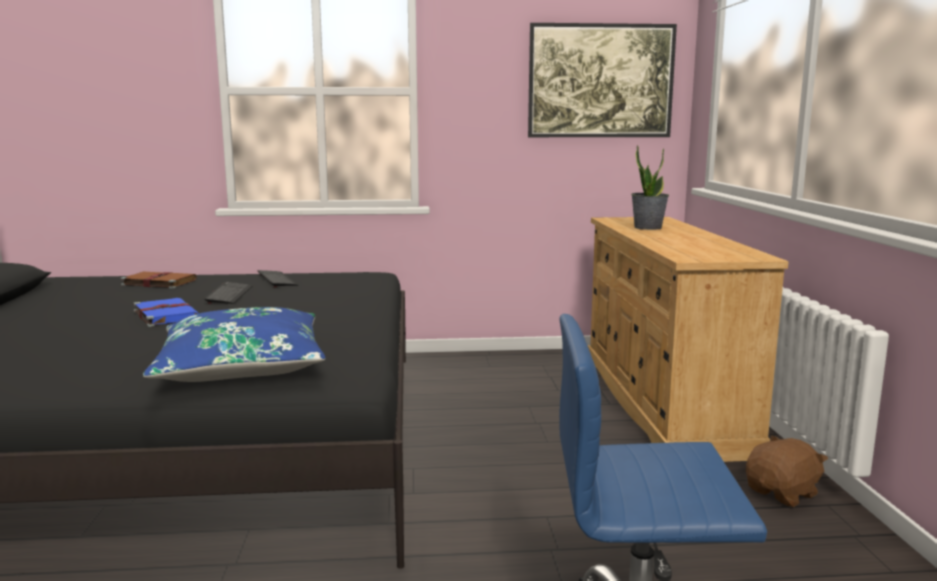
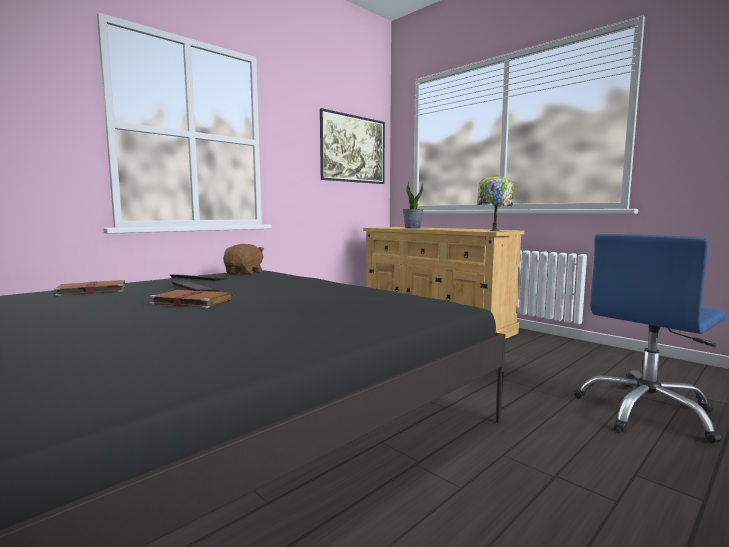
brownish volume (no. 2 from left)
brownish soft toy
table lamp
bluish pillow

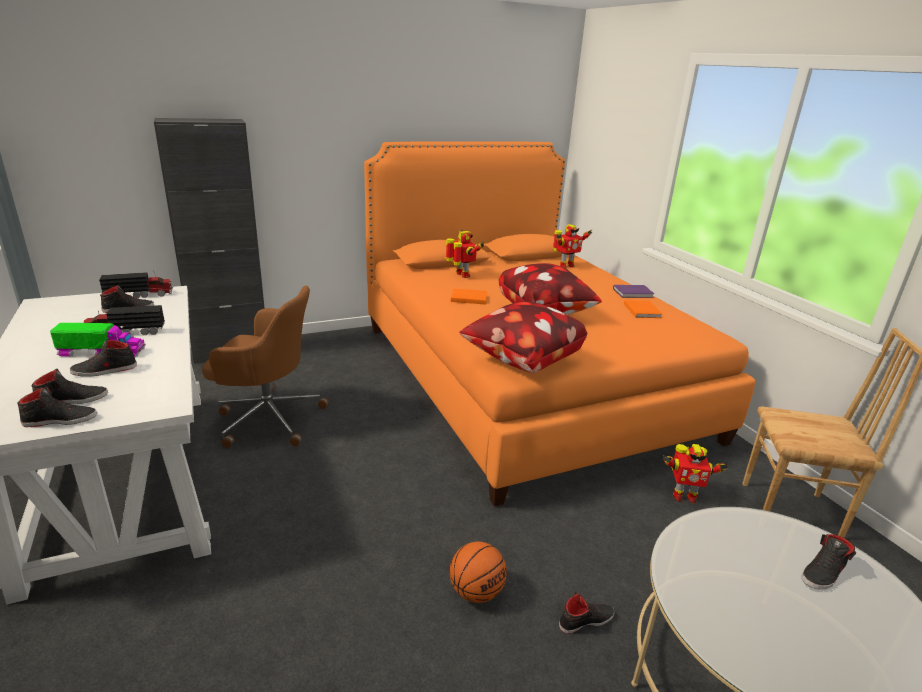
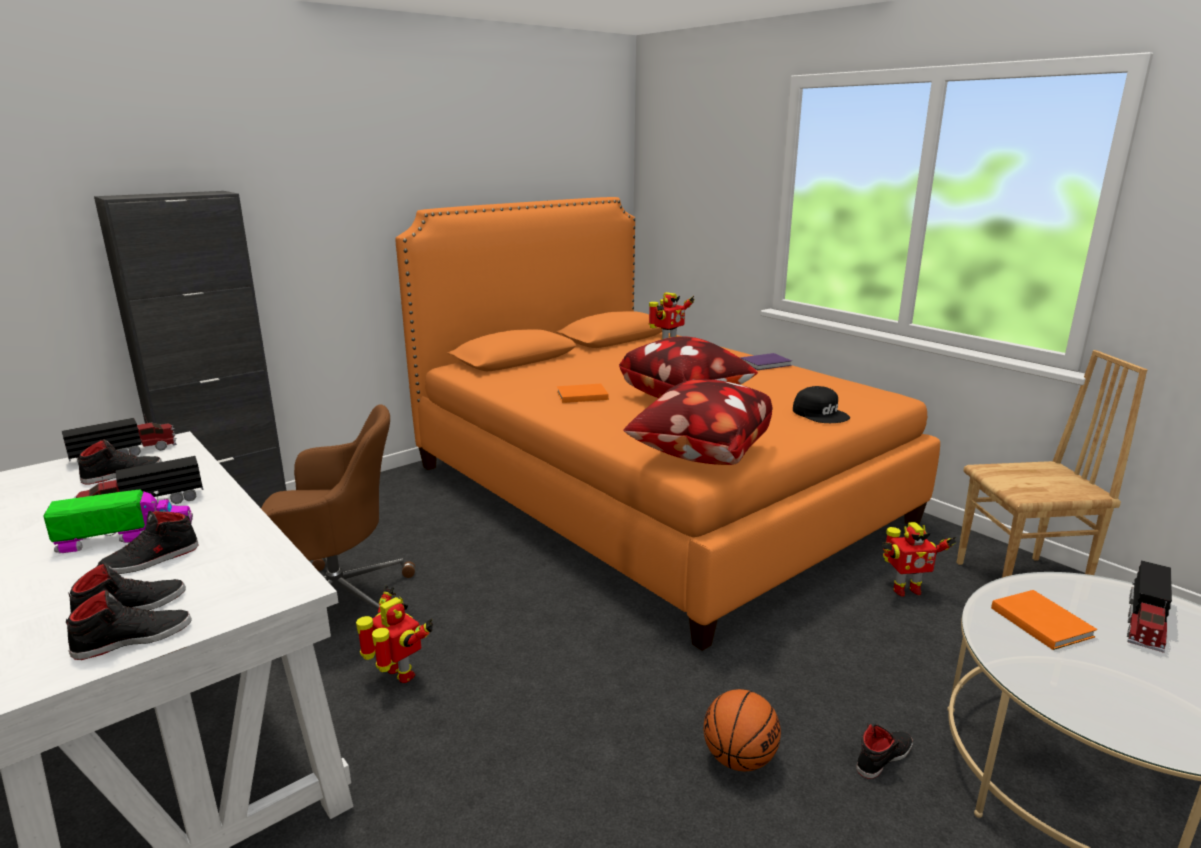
model robot (no. 1 from left)
black-coloured peaked cap
orangey volume (no. 2 from left)
model truck (no. 4 from left)

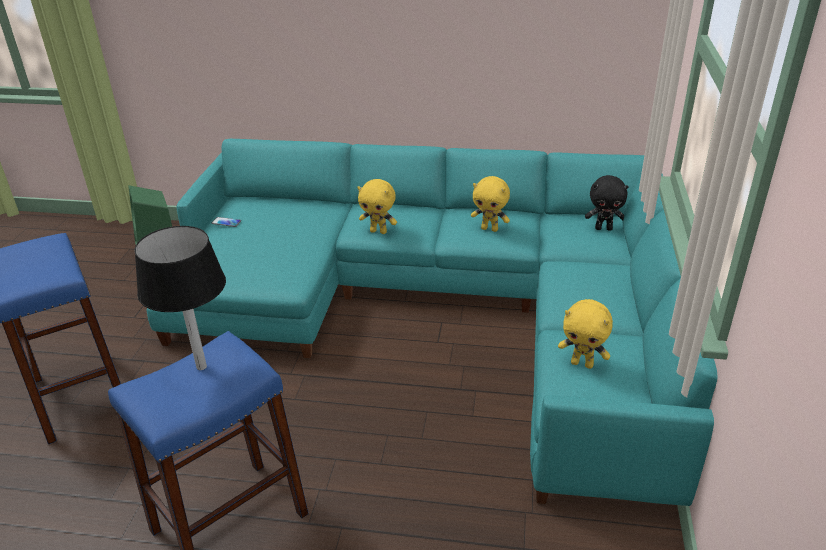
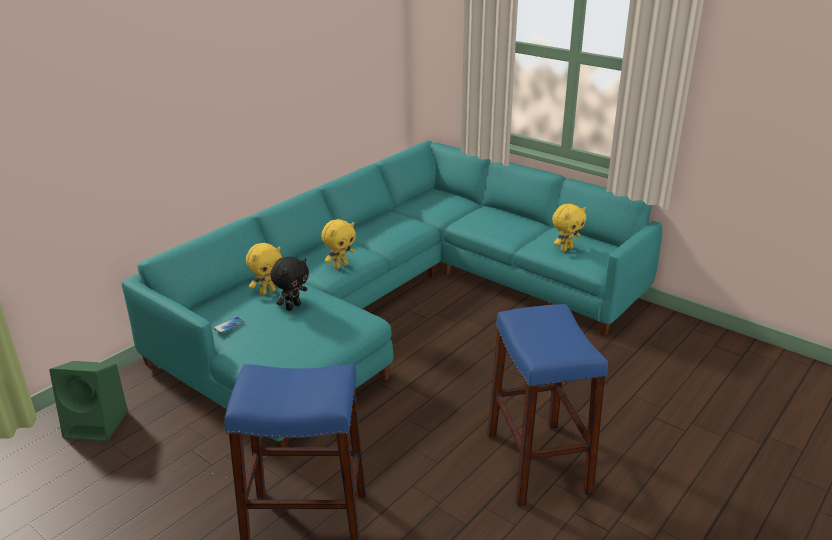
yellowish soft toy (no. 1 from left)
black-coloured soft toy
black-coloured table lamp

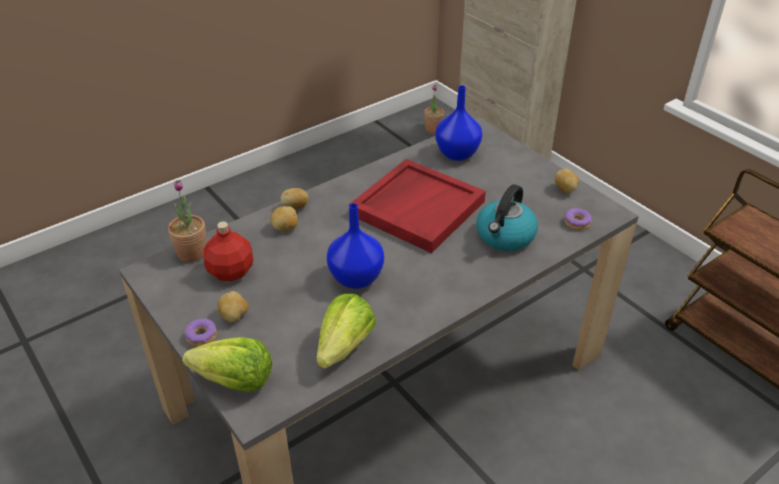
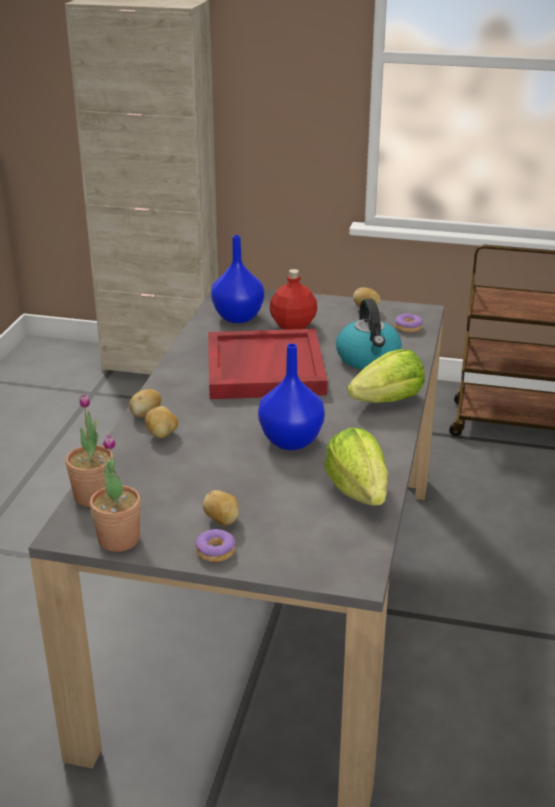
plant in a pot (no. 2 from left)
red beverage bottle
lettuce (no. 2 from left)

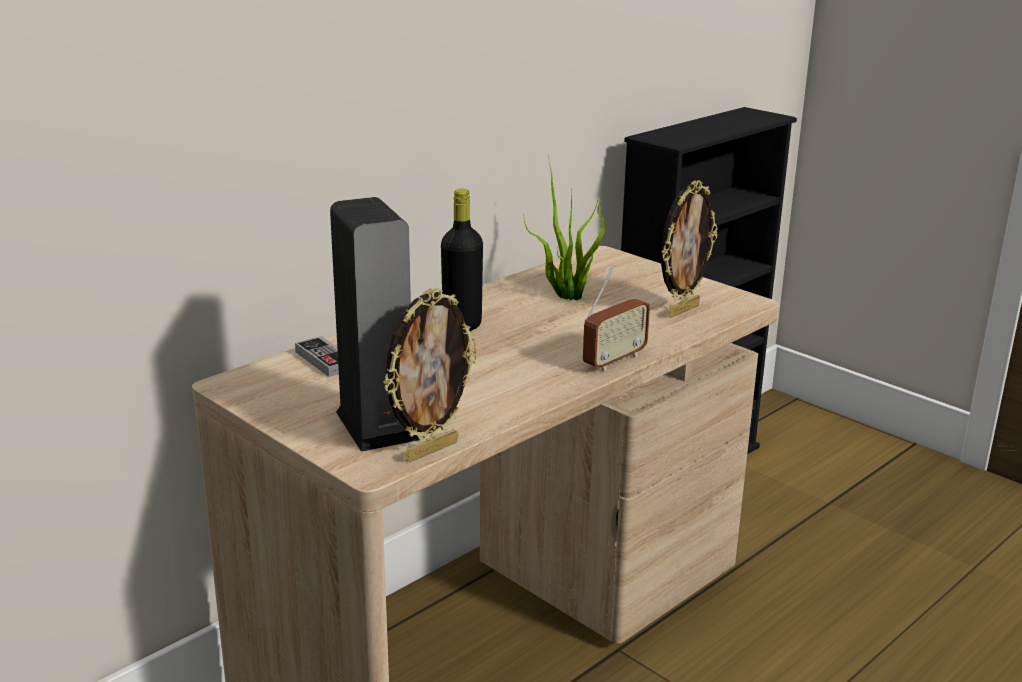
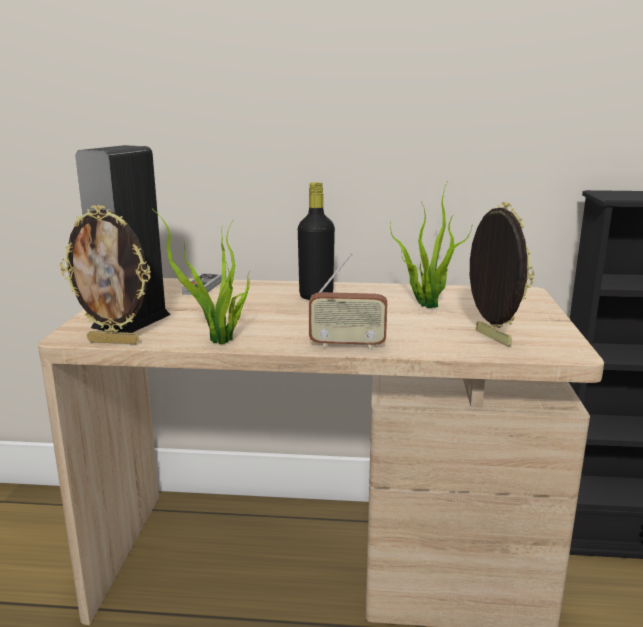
plant in a pot (no. 1 from left)
photo frame (no. 2 from left)

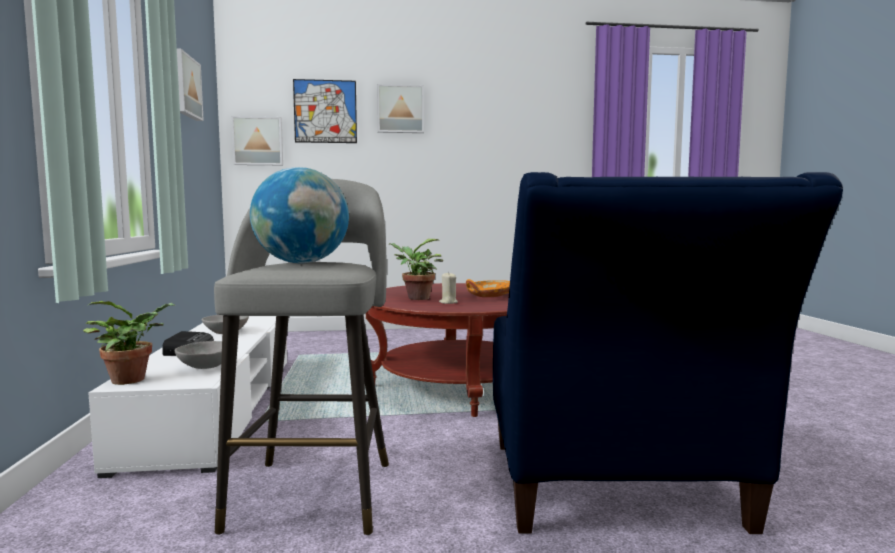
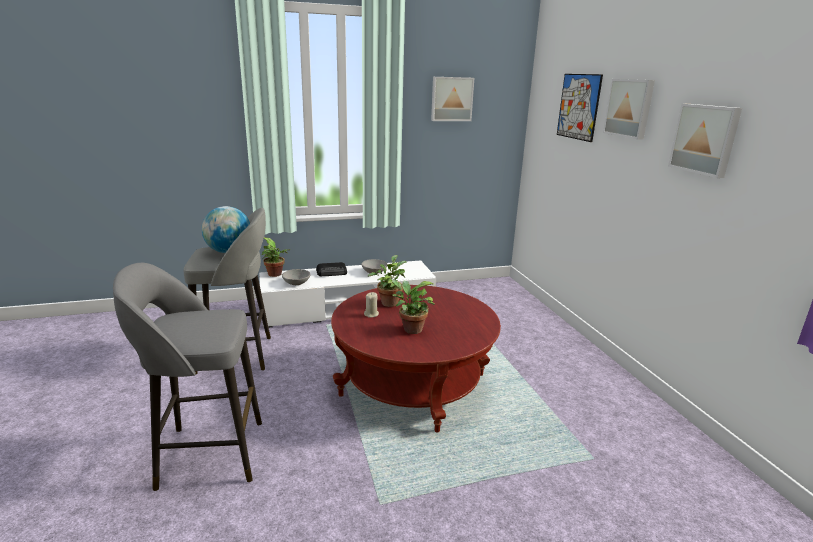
gray sitting stool (no. 1 from left)
plant in a pot (no. 3 from left)
wall art (no. 4 from left)

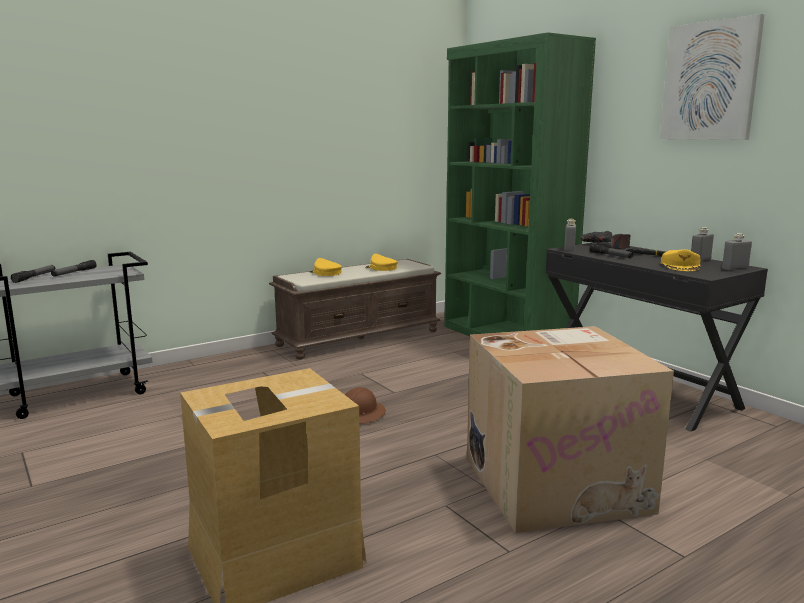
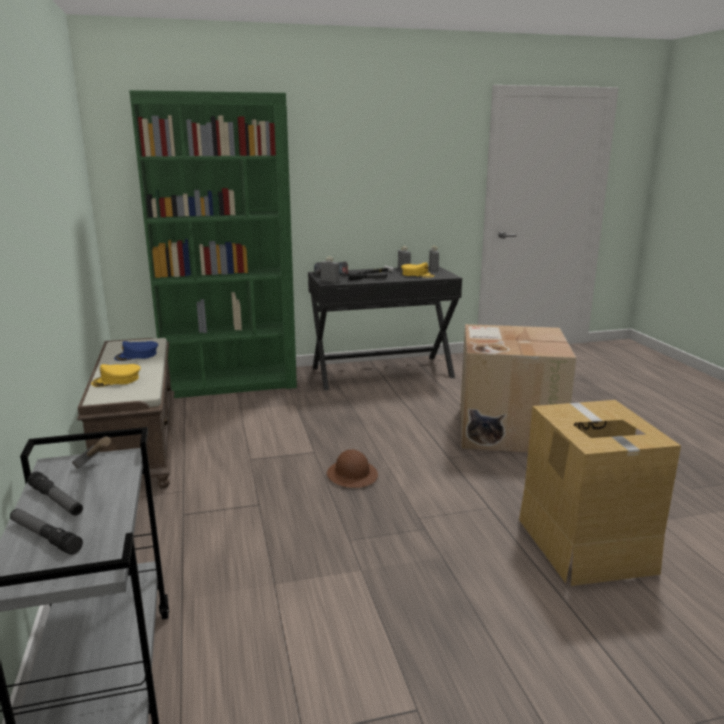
hand hammer (no. 1 from left)
bluish peaked cap
wall art

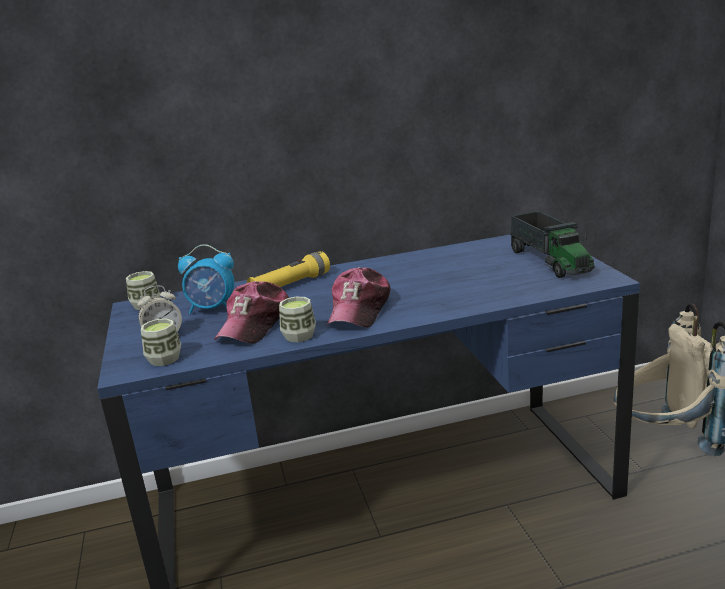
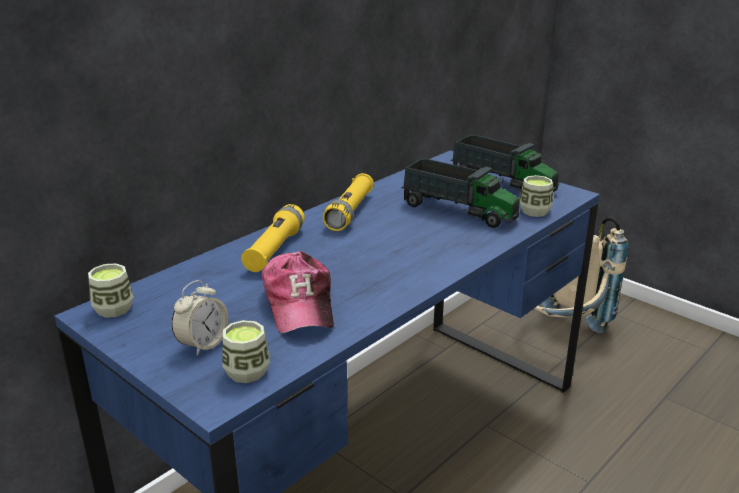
yellowish hand torch (no. 2 from left)
model truck (no. 1 from left)
drinking cup (no. 3 from left)
bedside clock (no. 2 from left in the first image)
peaked cap (no. 2 from left in the first image)

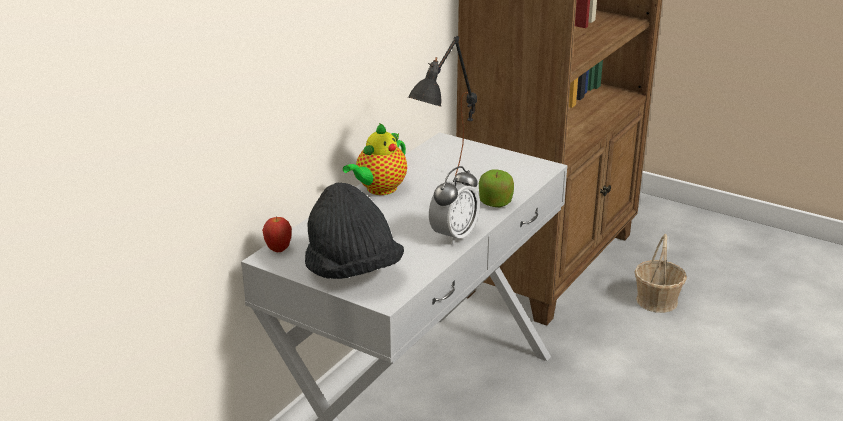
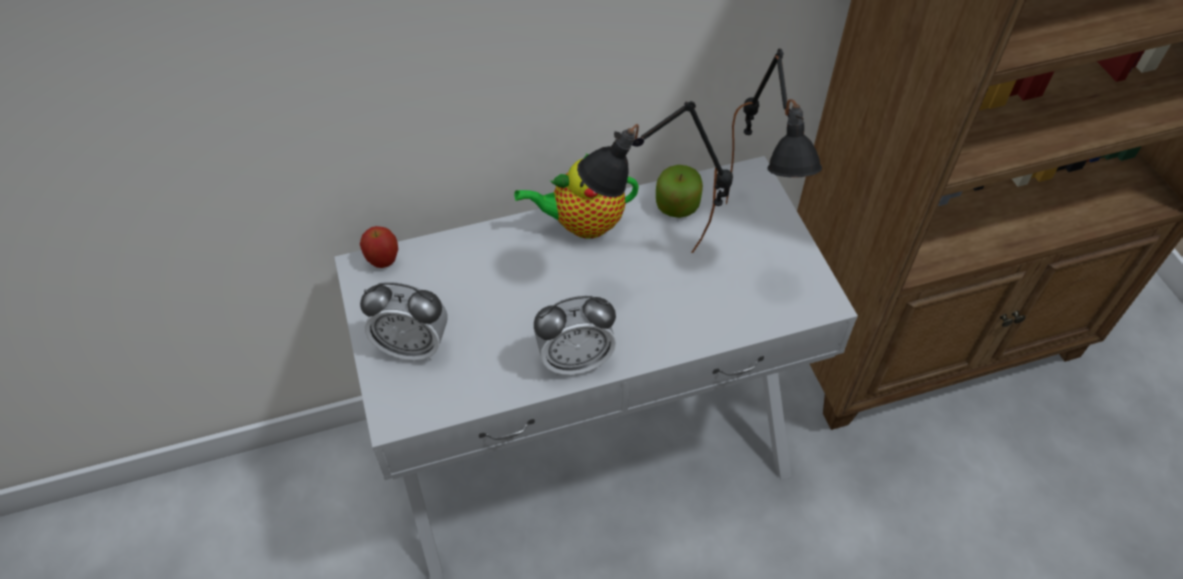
bedside clock (no. 1 from left)
apple (no. 2 from left)
black-coloured table lamp (no. 2 from left)
storage basket

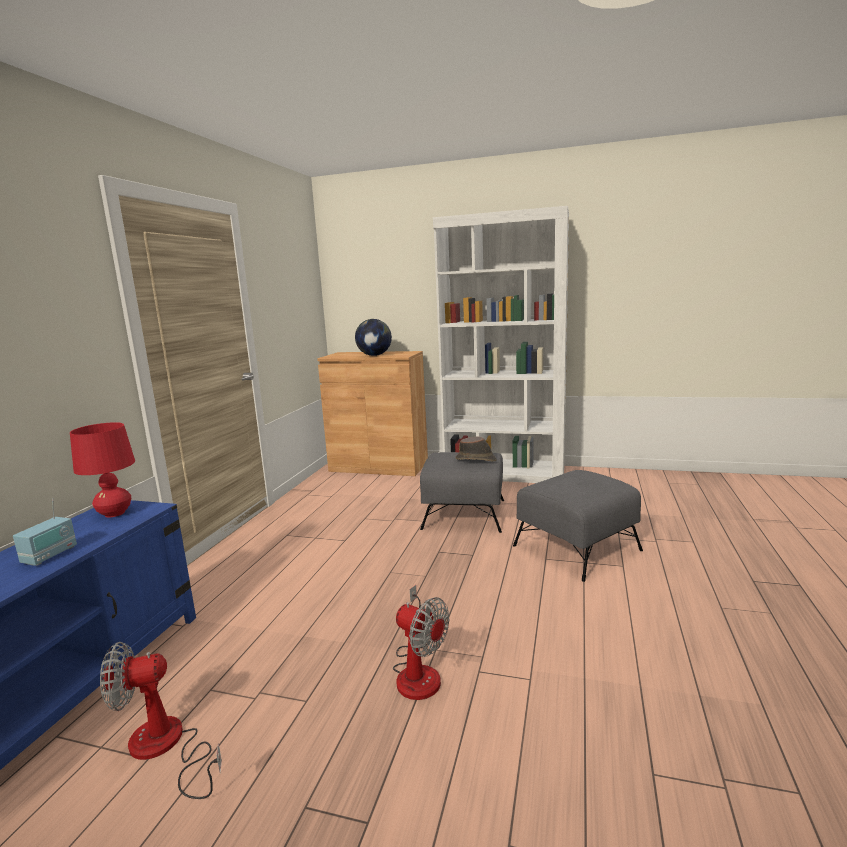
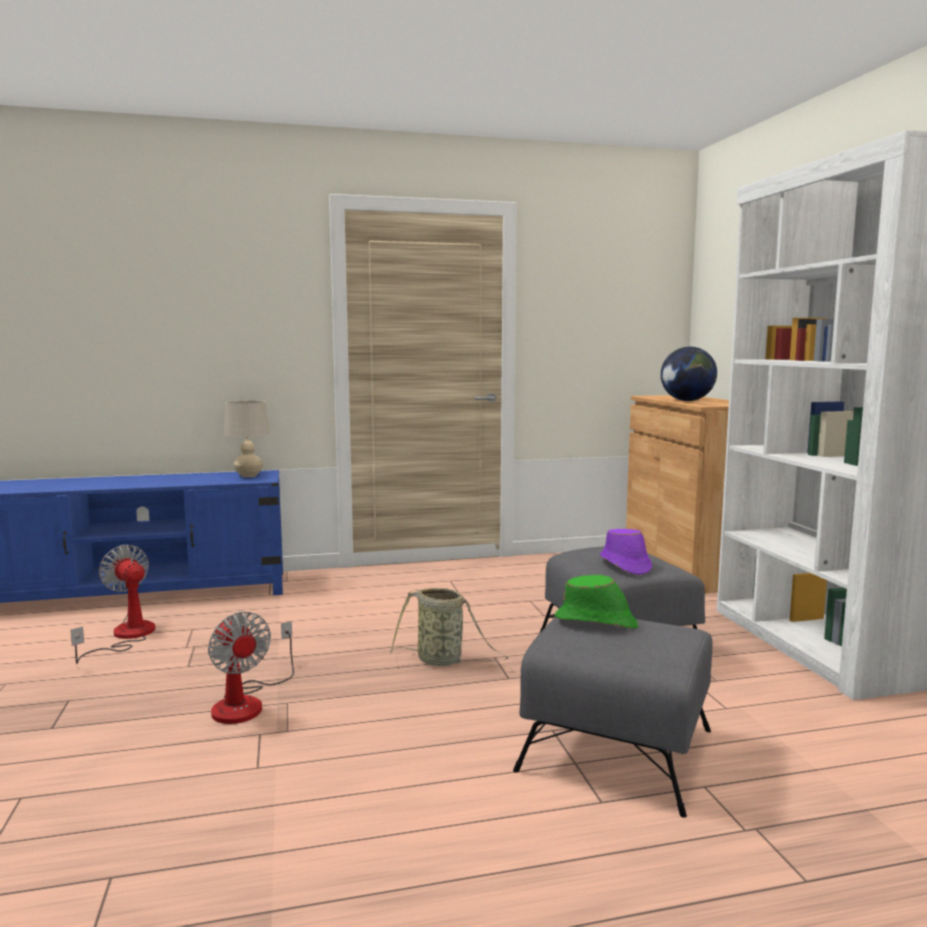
cooling fan (no. 2 from left)
sand-coloured table lamp
storage basket
green-coloured clothing hat
purplish clothing hat
radio receiver

